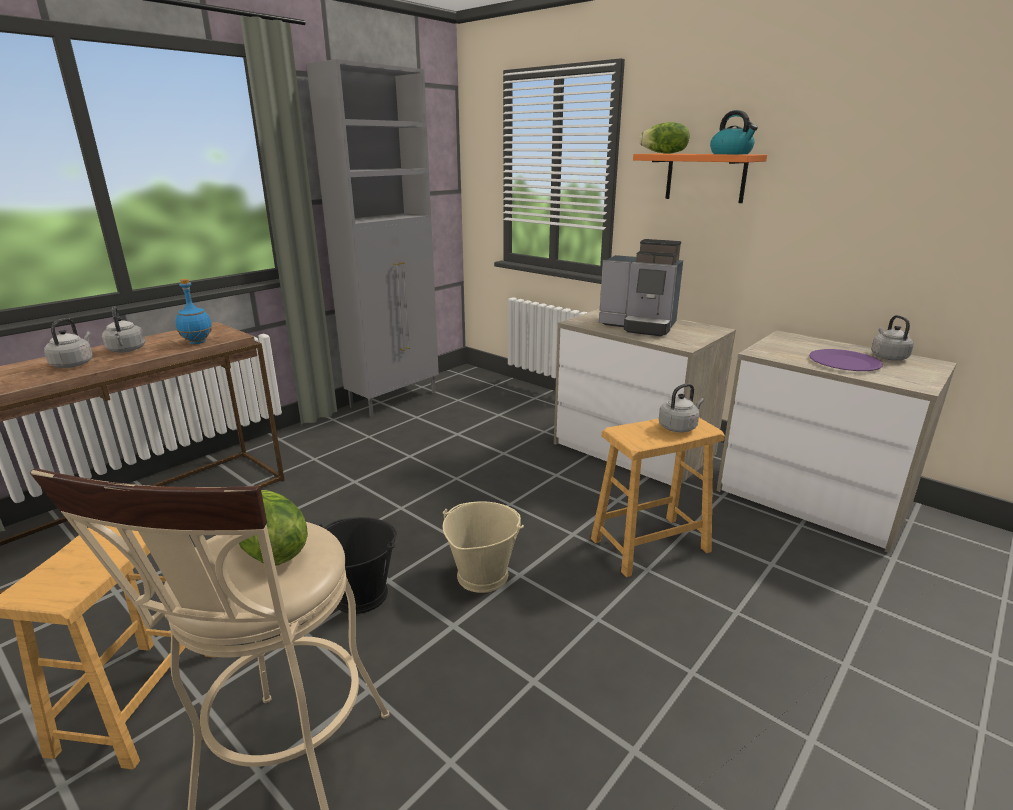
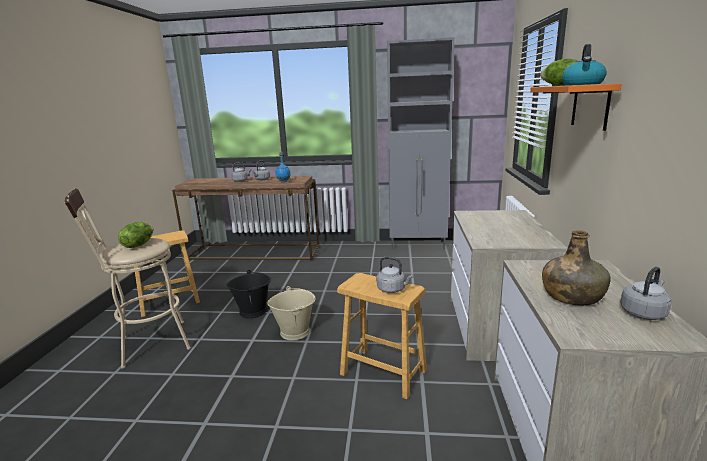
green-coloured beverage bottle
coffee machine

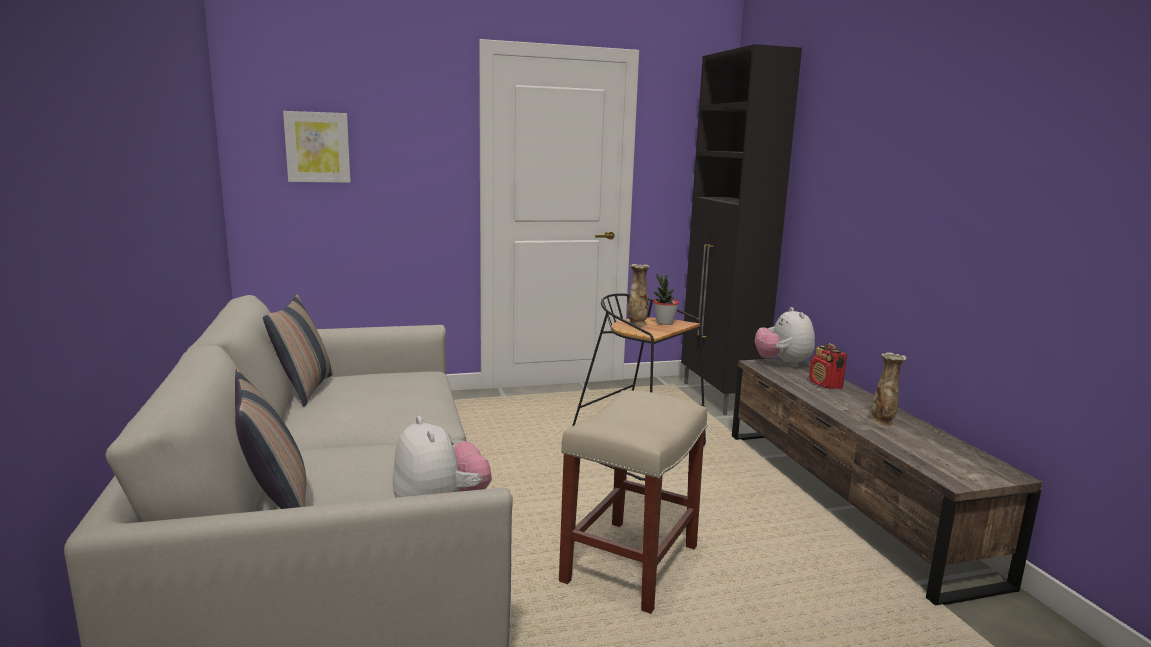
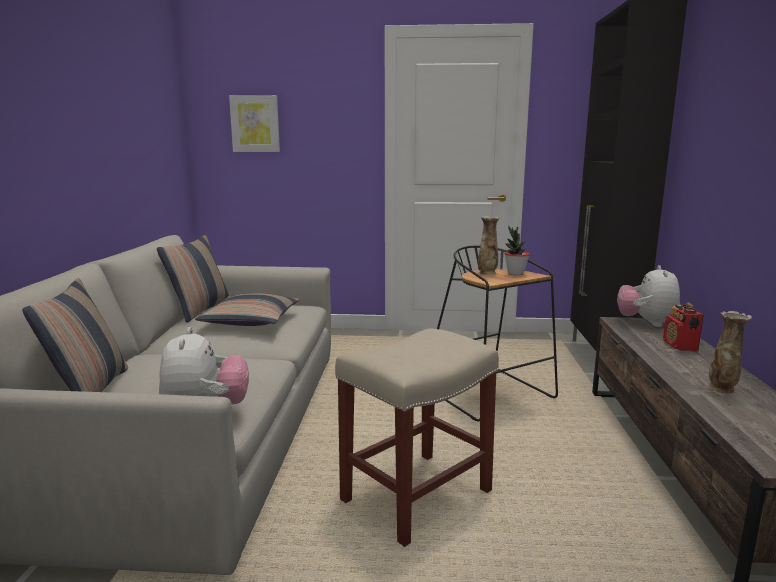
pillow (no. 3 from left)

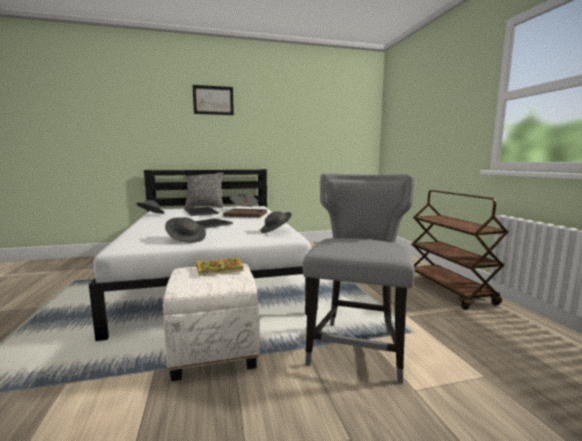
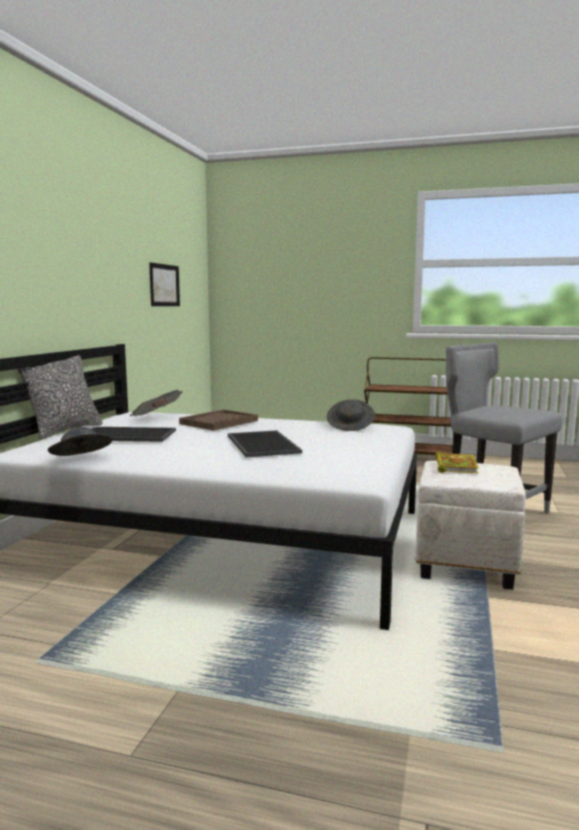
wall art
gray clothing hat (no. 2 from left in the first image)

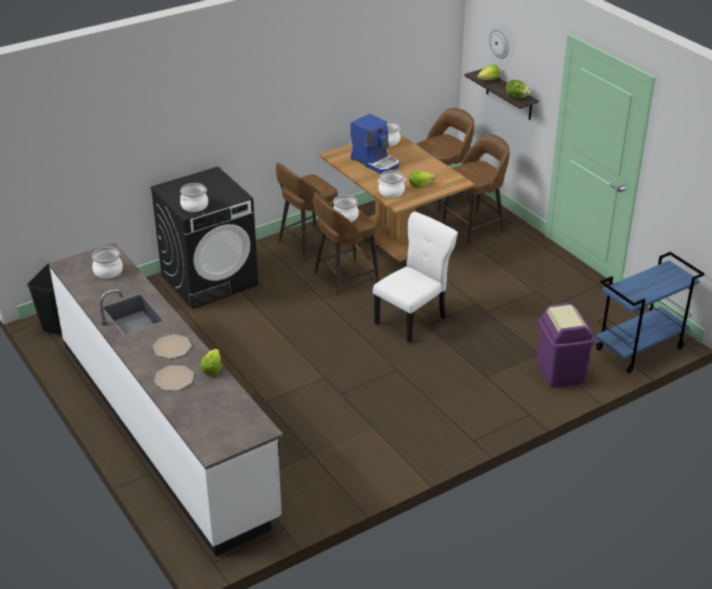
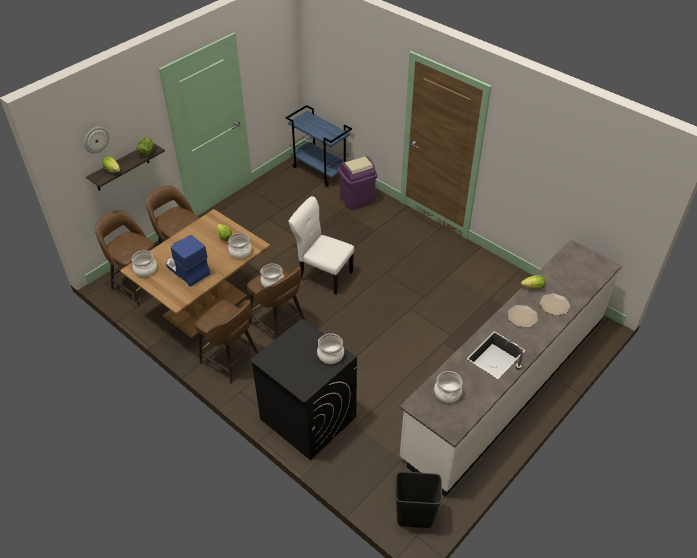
coffee machine

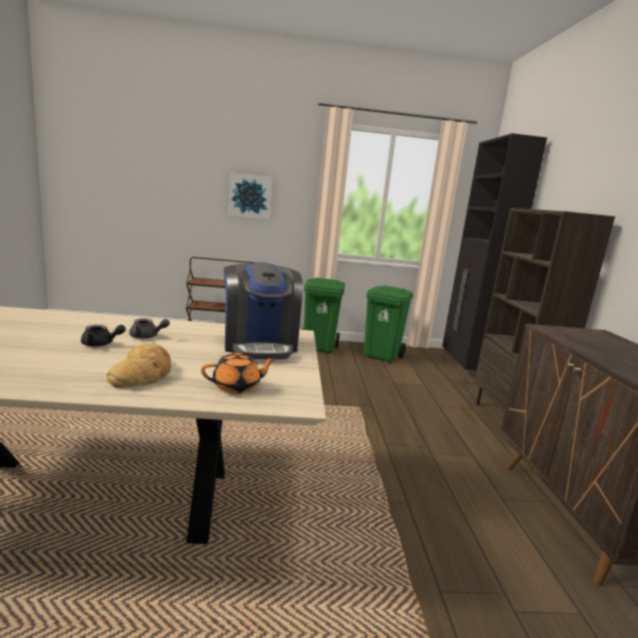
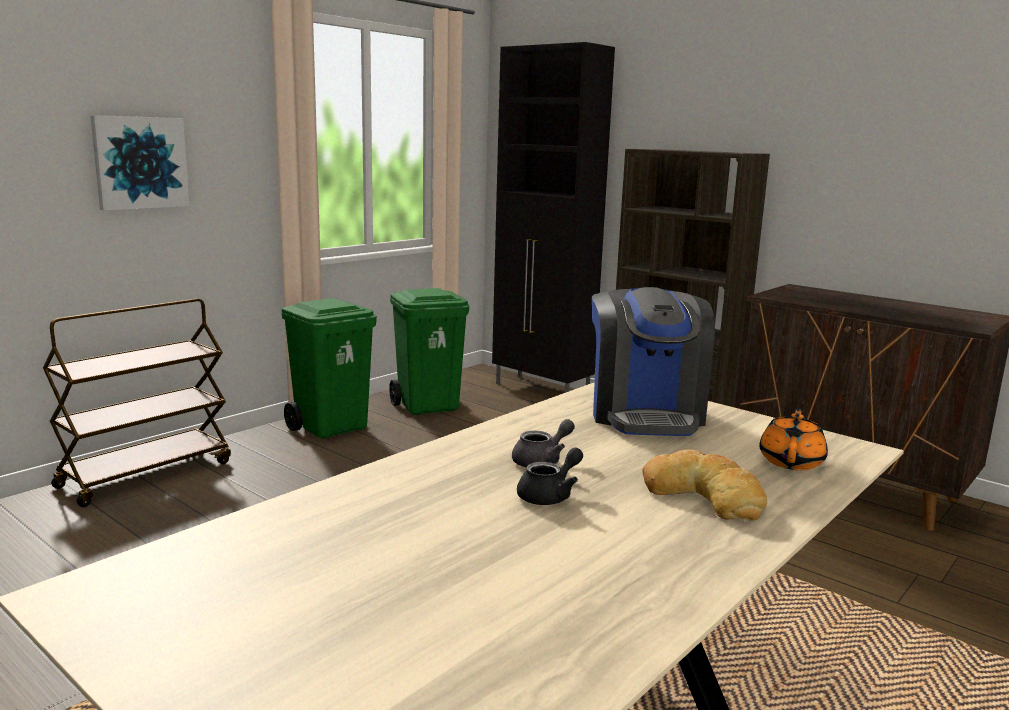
coffee machine

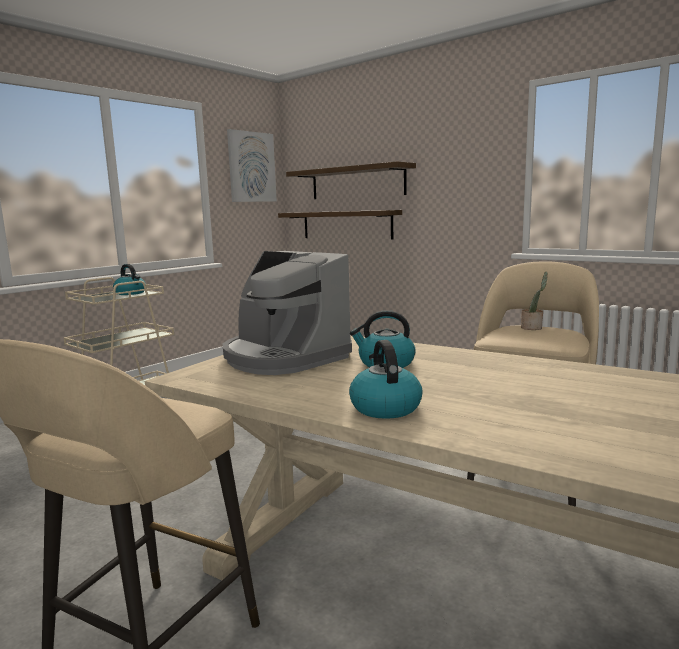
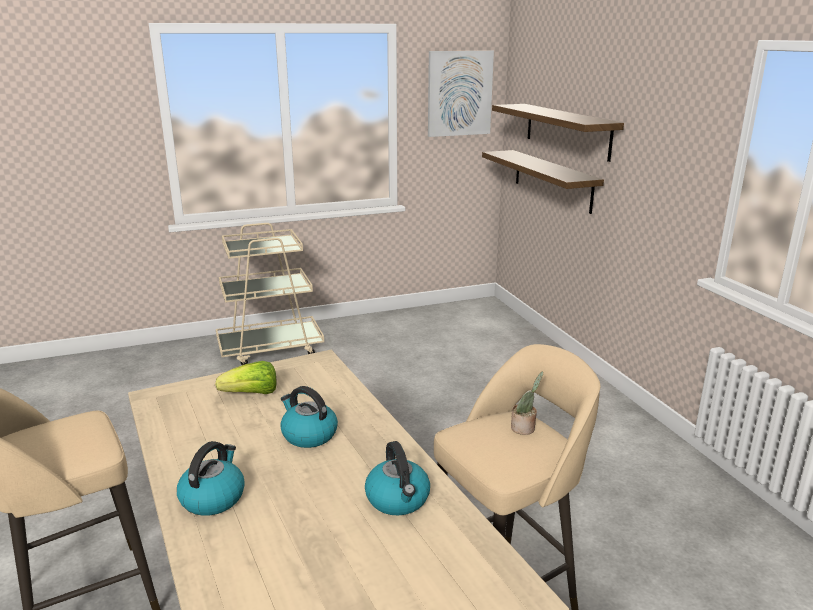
lettuce
tea kettle (no. 3 from left)

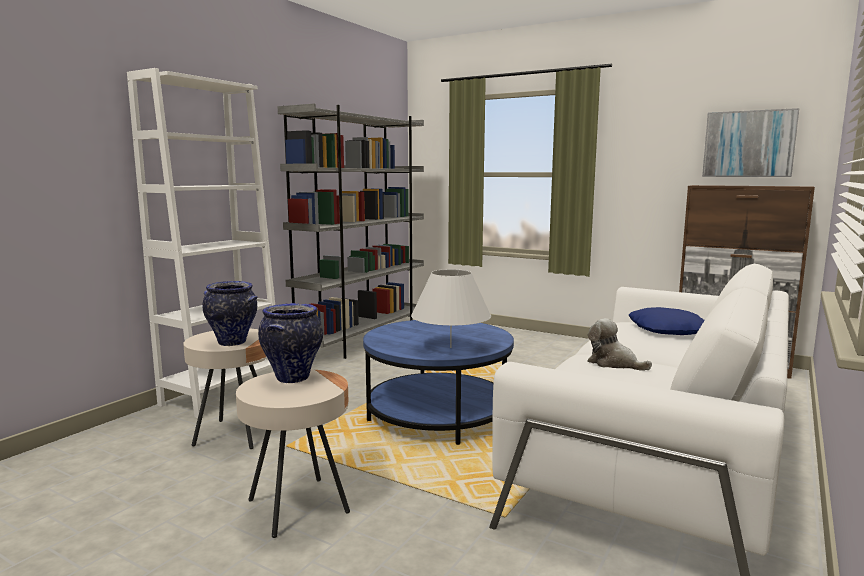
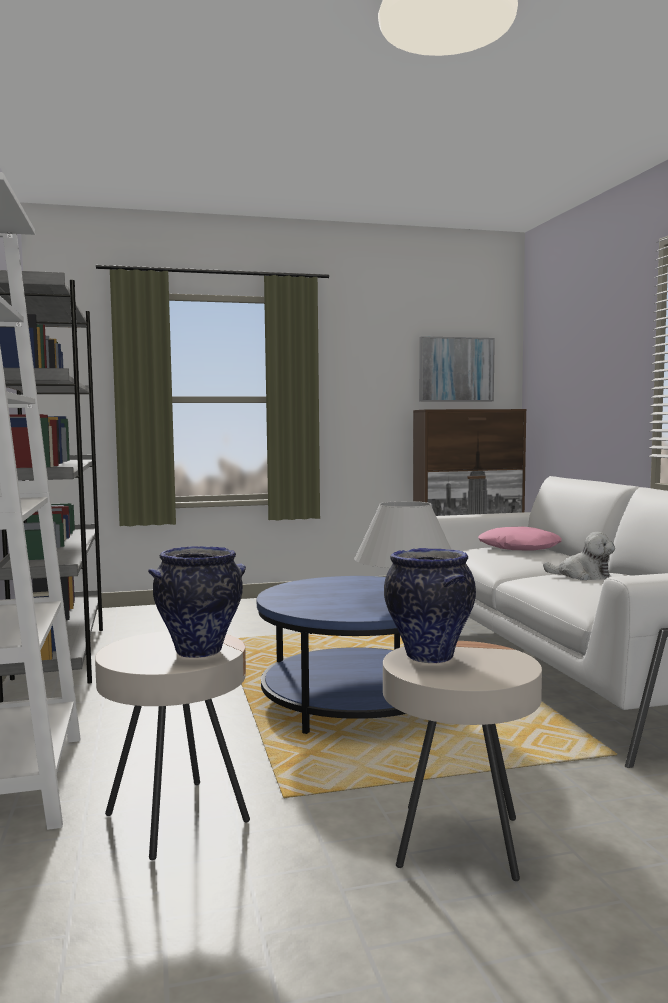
pink pillow
soft toy

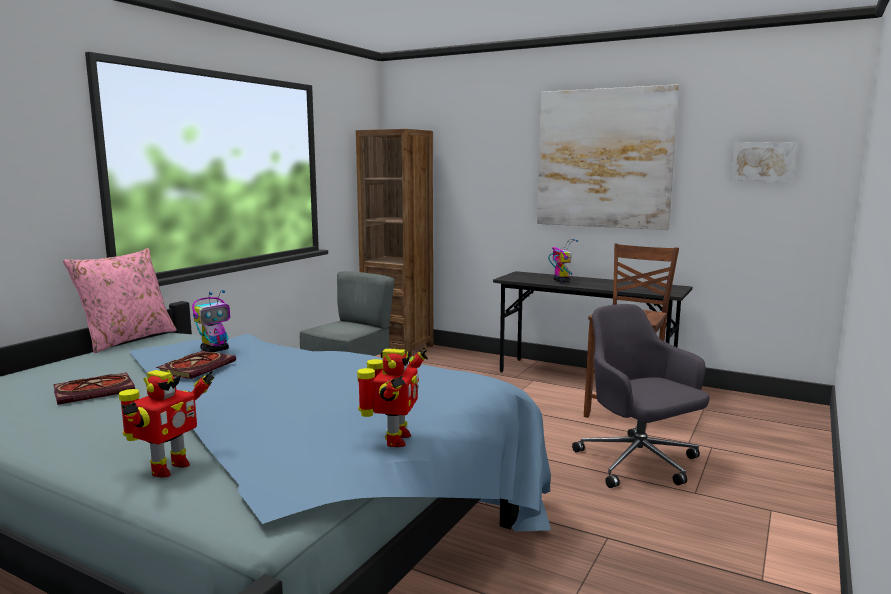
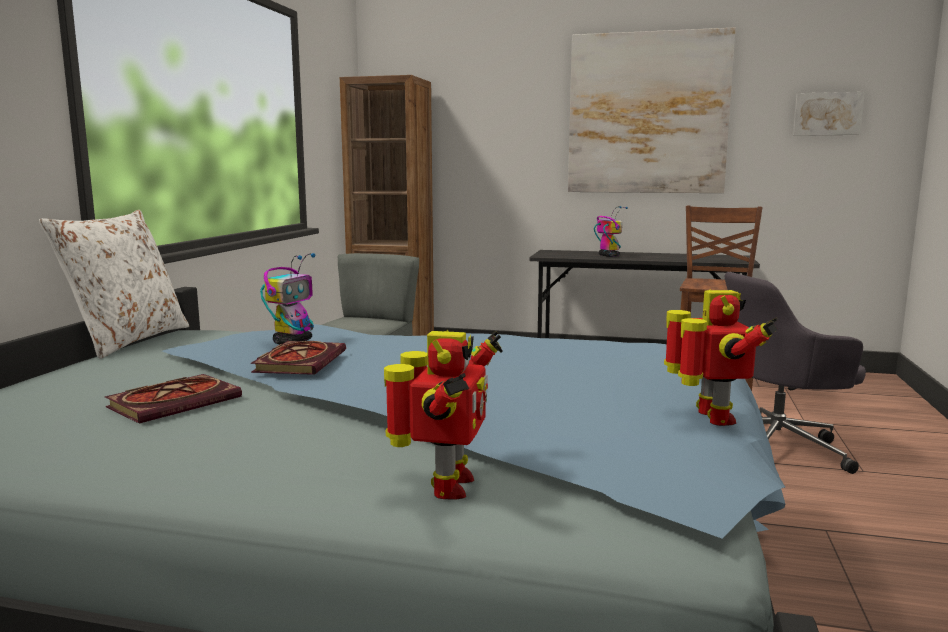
whitish pillow
gray desk chair

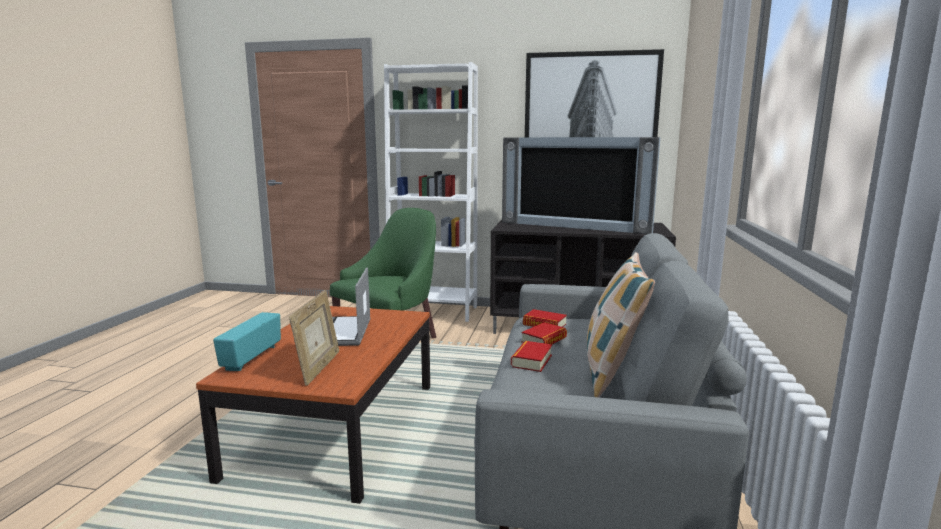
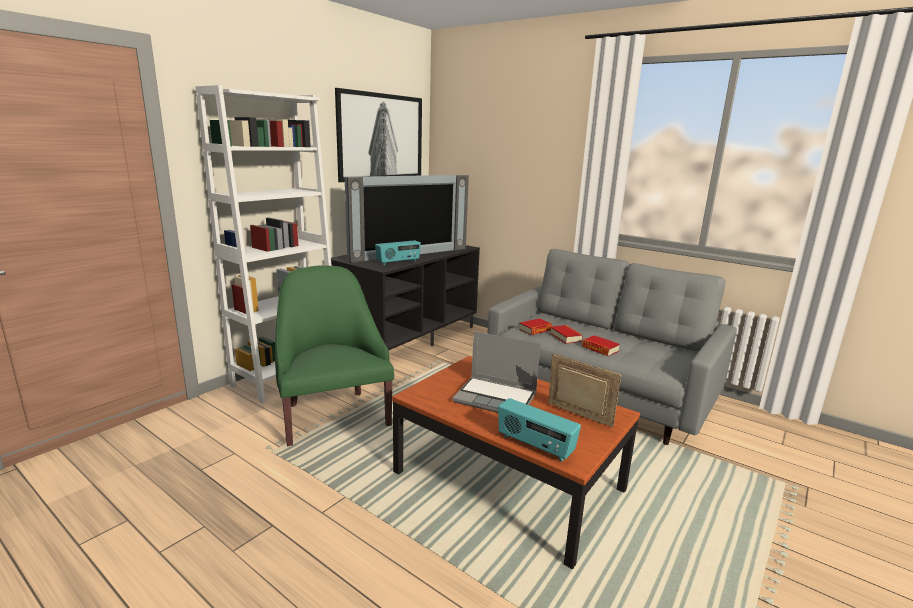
radio receiver (no. 1 from left)
pillow

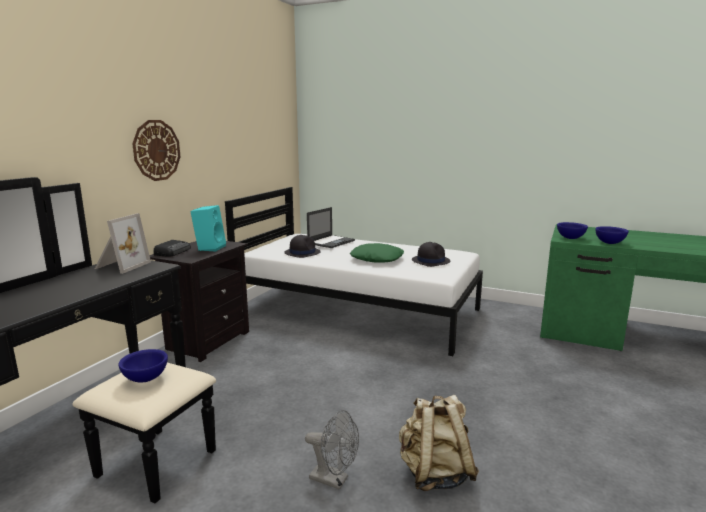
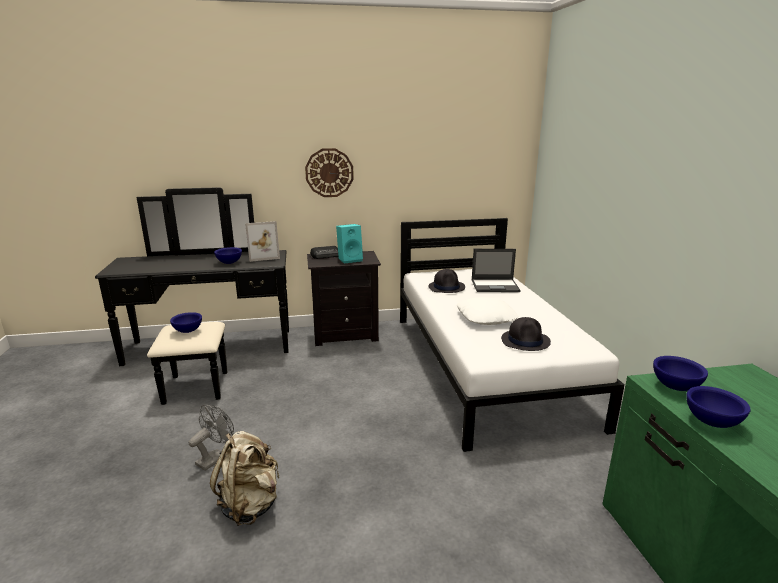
gray cooling fan
bluish serving bowl (no. 2 from left)
whitish pillow

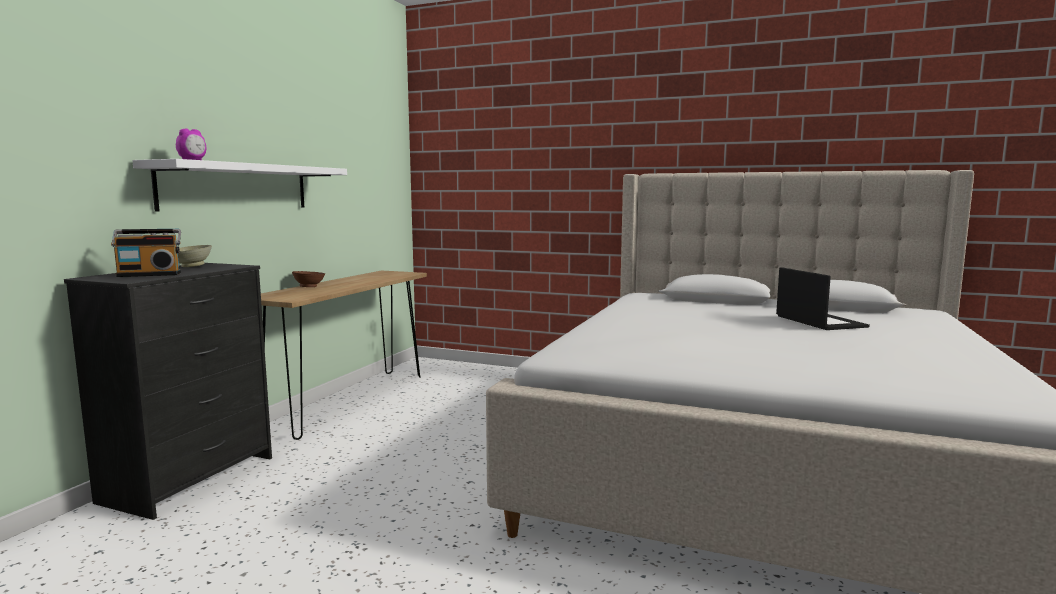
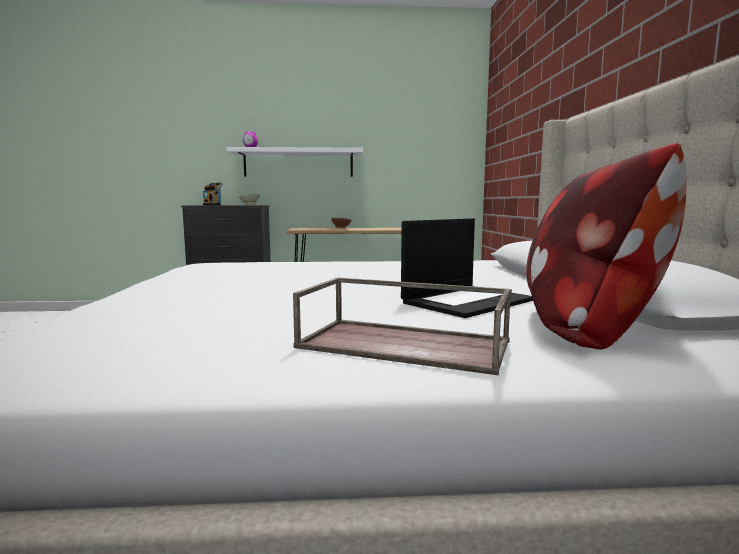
brownish tray
pillow

